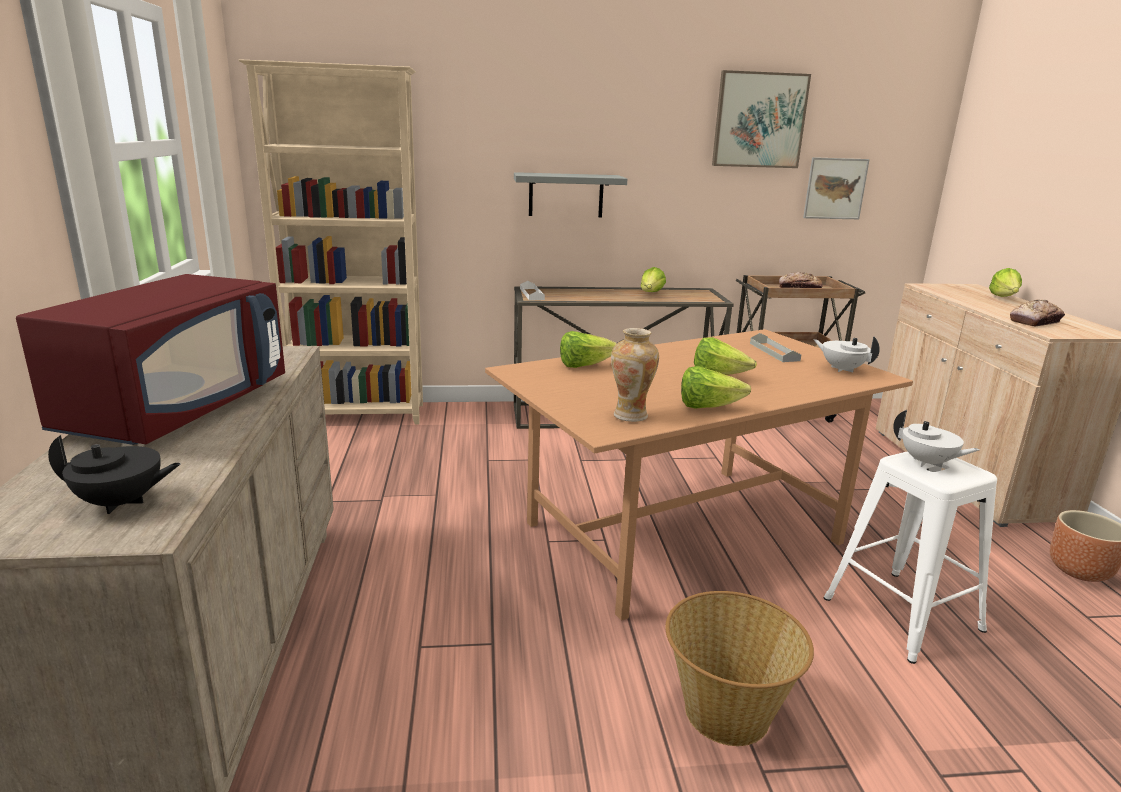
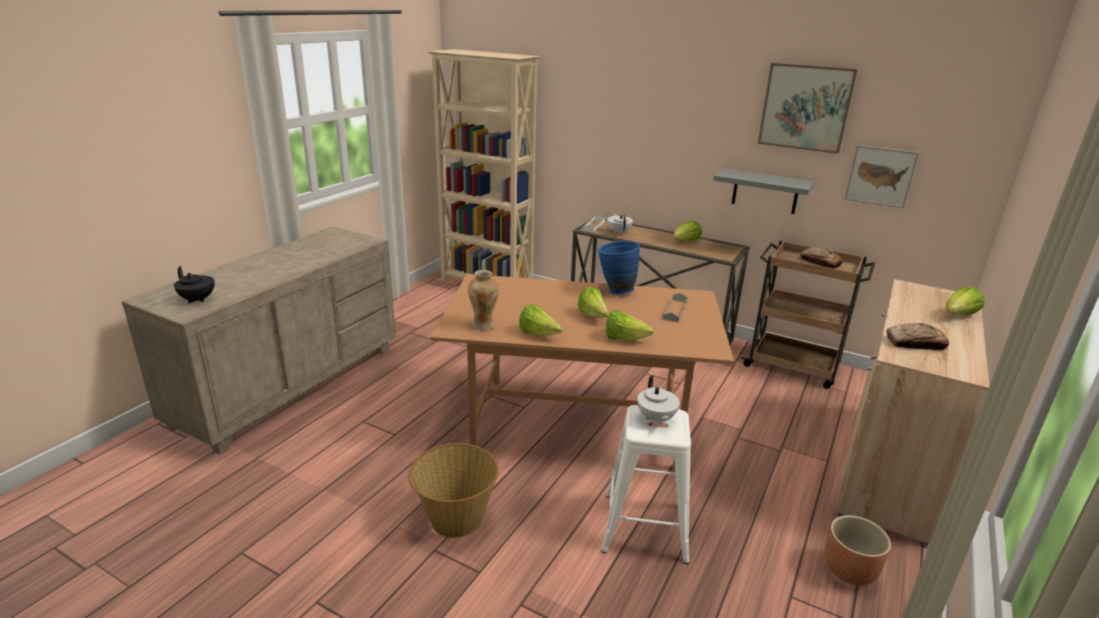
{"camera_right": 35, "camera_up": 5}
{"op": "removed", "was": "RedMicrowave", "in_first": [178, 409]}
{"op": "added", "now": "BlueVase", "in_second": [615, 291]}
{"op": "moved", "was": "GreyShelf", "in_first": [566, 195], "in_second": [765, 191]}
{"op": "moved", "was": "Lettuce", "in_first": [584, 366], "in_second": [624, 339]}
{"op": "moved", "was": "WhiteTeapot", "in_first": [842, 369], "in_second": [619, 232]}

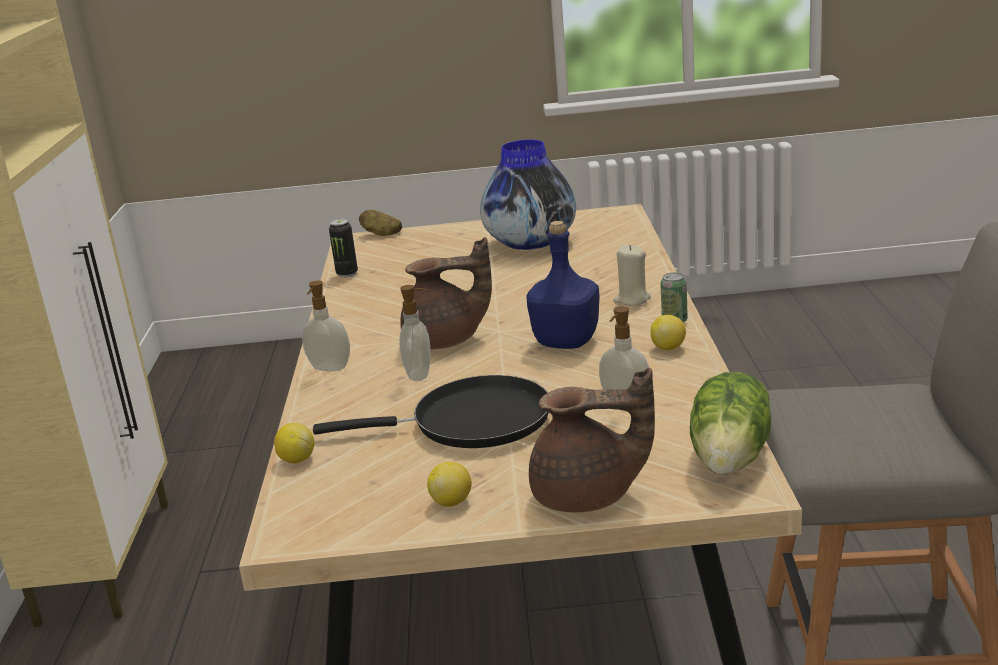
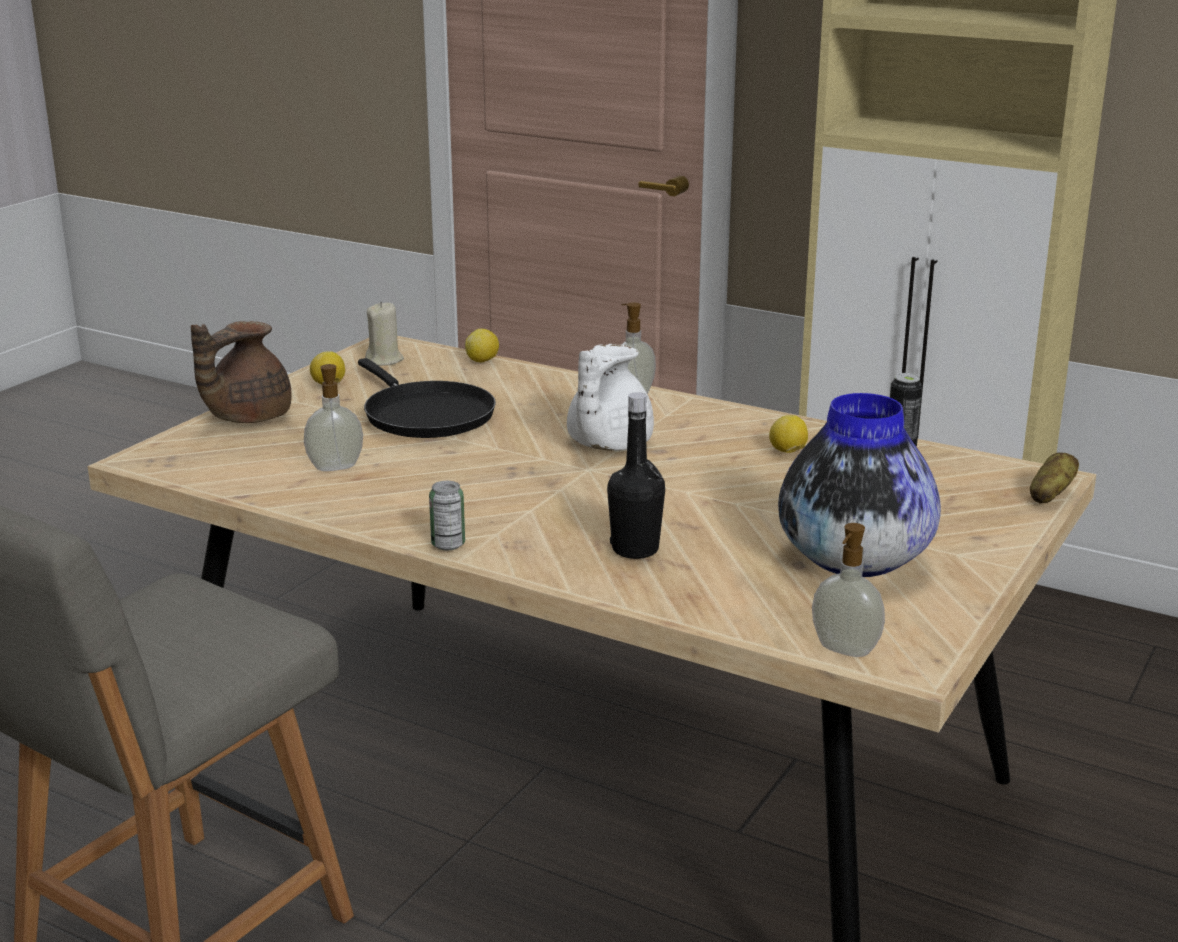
{"camera_right": 120, "camera_up": 0}
{"op": "removed", "was": "BlueBottle", "in_first": [566, 341]}
{"op": "removed", "was": "Lettuce", "in_first": [732, 458]}
{"op": "added", "now": "BlackBottle", "in_second": [635, 549]}
{"op": "moved", "was": "SoapDispenser", "in_first": [420, 374], "in_second": [844, 650]}
{"op": "moved", "was": "BeigeCandle", "in_first": [632, 300], "in_second": [384, 360]}
{"op": "moved", "was": "Lemon", "in_first": [668, 347], "in_second": [788, 452]}
{"op": "recoloured", "was": "BrownTeapot", "now": "WhiteTeapot", "in_first": [446, 341], "in_second": [606, 444]}
{"op": "turned", "was": "BlackFryingPan", "in_first": [471, 422], "in_second": [425, 415], "clockwise": -60}

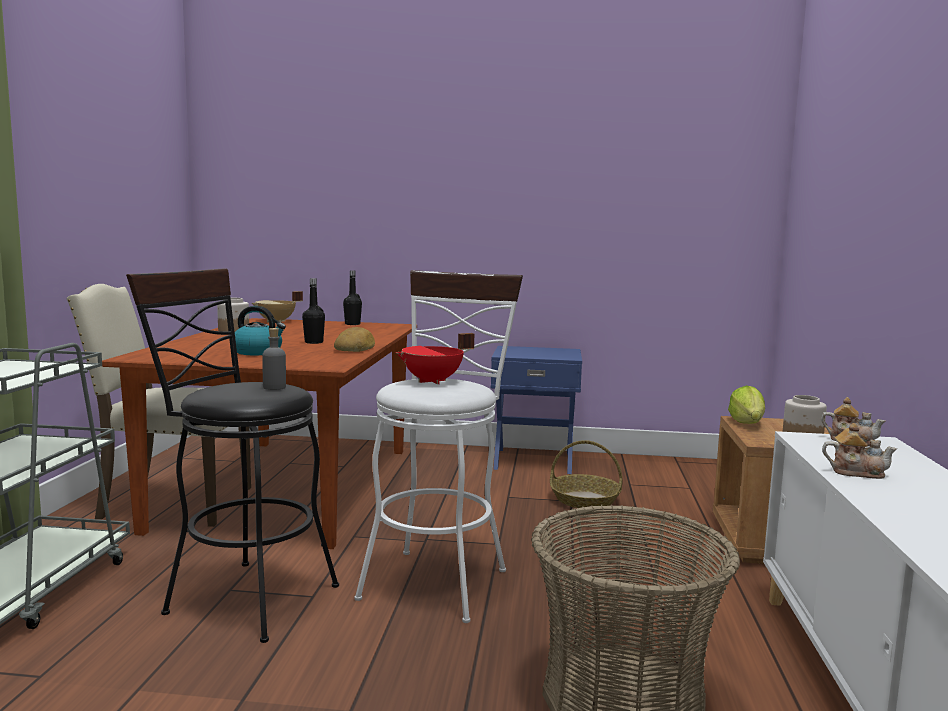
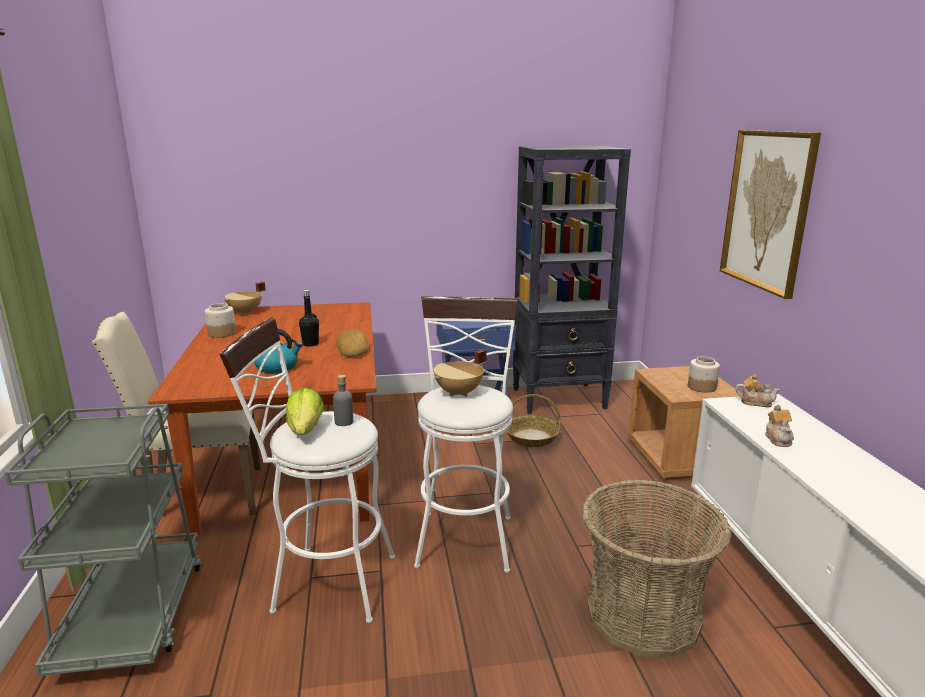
{"camera_right": -15, "camera_up": 10}
{"op": "removed", "was": "BlackBottle", "in_first": [352, 324]}
{"op": "added", "now": "BlackBookcase", "in_second": [560, 398]}
{"op": "added", "now": "Picture", "in_second": [767, 210]}
{"op": "moved", "was": "Lettuce", "in_first": [747, 423], "in_second": [305, 430]}
{"op": "recoloured", "was": "BlackStool", "now": "WhiteStool", "in_first": [241, 596], "in_second": [324, 582]}
{"op": "recoloured", "was": "RedCookingPot", "now": "BeigeCookingPot", "in_first": [433, 381], "in_second": [459, 393]}
{"op": "turned", "was": "Teapot", "in_first": [856, 472], "in_second": [778, 439], "clockwise": 90}

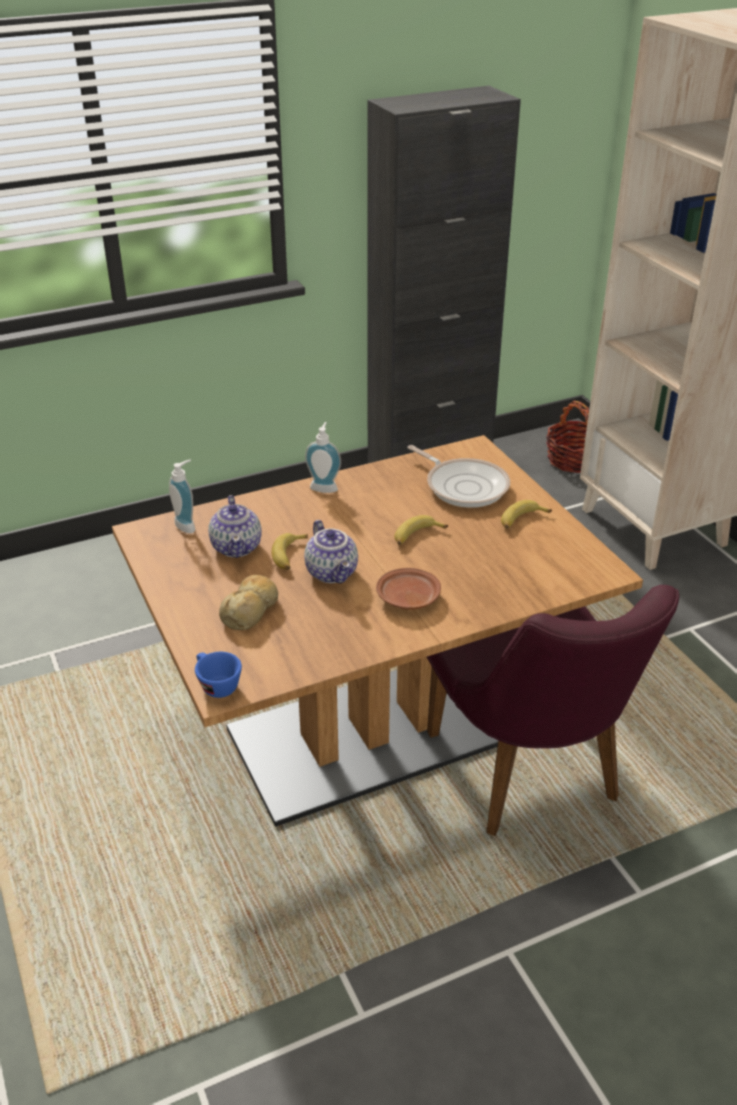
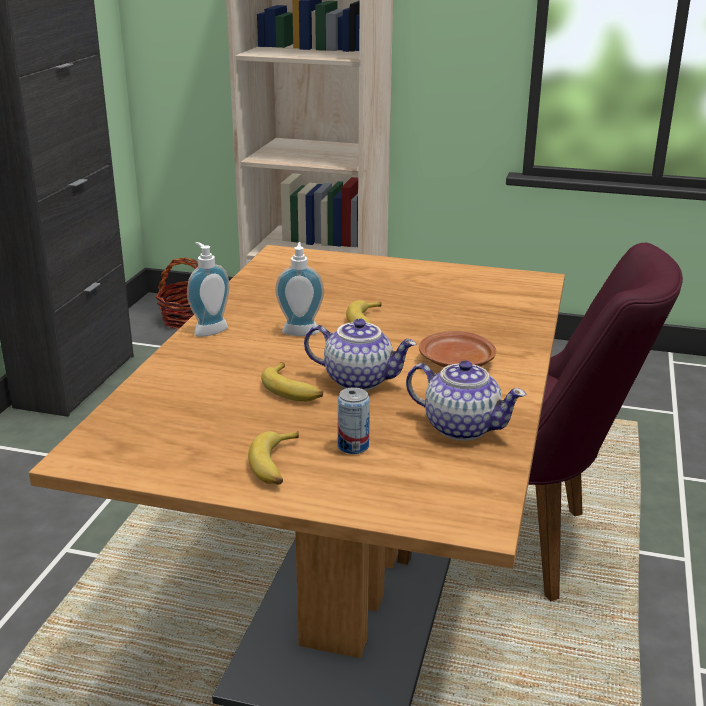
{"camera_right": -50, "camera_up": -10}
{"op": "removed", "was": "BlueCup", "in_first": [216, 685]}
{"op": "removed", "was": "FryingPan", "in_first": [464, 486]}
{"op": "moved", "was": "SoapDispenser", "in_first": [188, 525], "in_second": [300, 330]}
{"op": "moved", "was": "Teapot", "in_first": [237, 547], "in_second": [461, 427]}
{"op": "moved", "was": "Banana", "in_first": [521, 520], "in_second": [276, 465]}
{"op": "replaced", "was": "Bread", "now": "Can", "in_first": [251, 610], "in_second": [353, 446]}

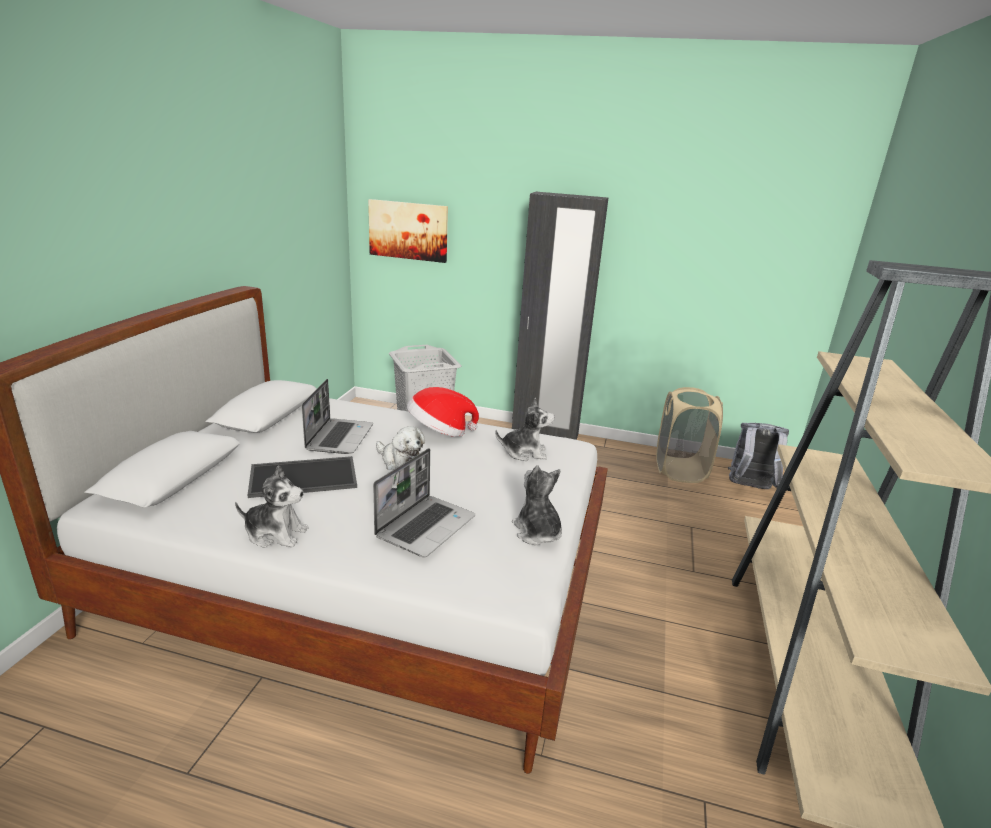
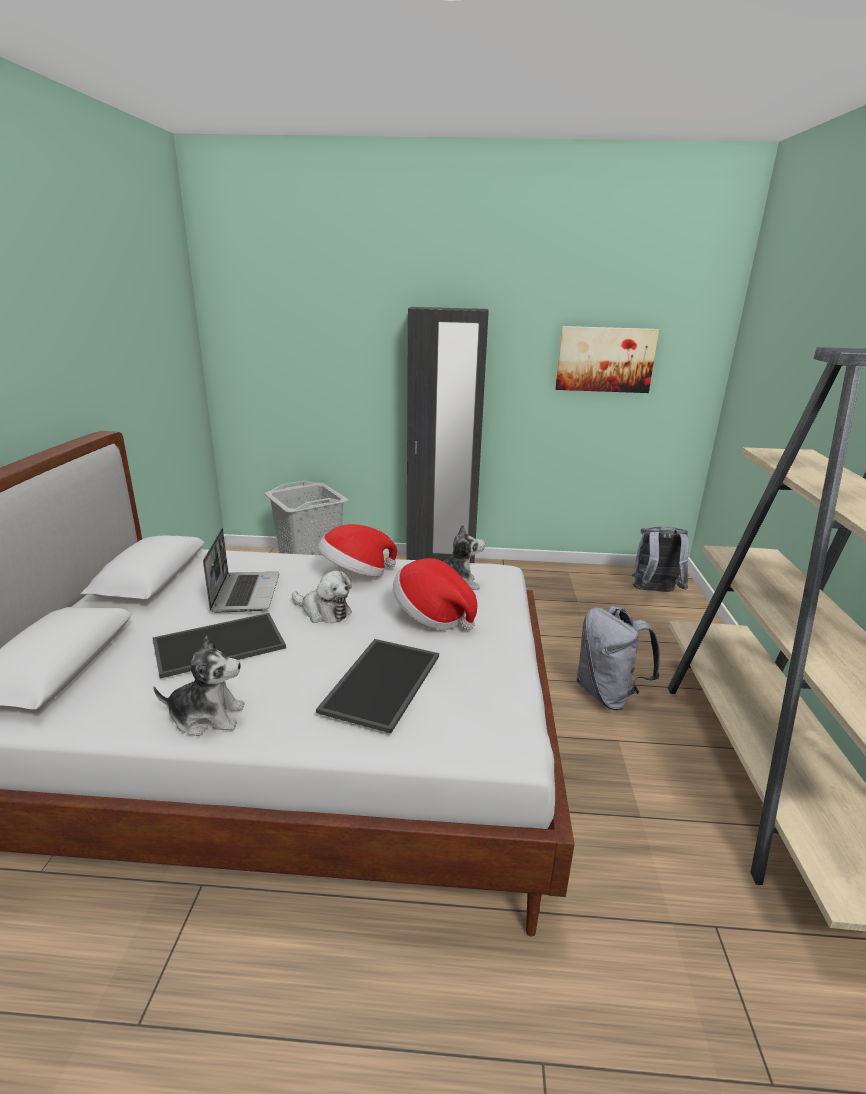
{"camera_right": -10, "camera_up": 0}
{"op": "removed", "was": "PlushToy", "in_first": [537, 532]}
{"op": "removed", "was": "BeigeLaundryBasket", "in_first": [680, 470]}
{"op": "added", "now": "Hat", "in_second": [432, 616]}
{"op": "added", "now": "GreyBackpack", "in_second": [608, 694]}
{"op": "moved", "was": "Picture", "in_first": [408, 230], "in_second": [605, 359]}
{"op": "replaced", "was": "Laptop", "now": "Tray", "in_first": [426, 526], "in_second": [380, 681]}

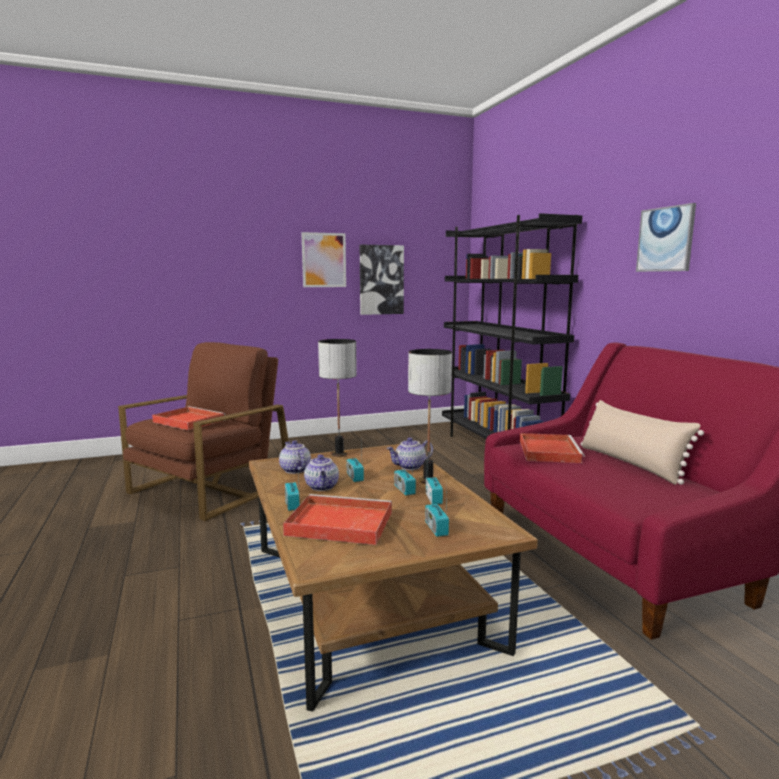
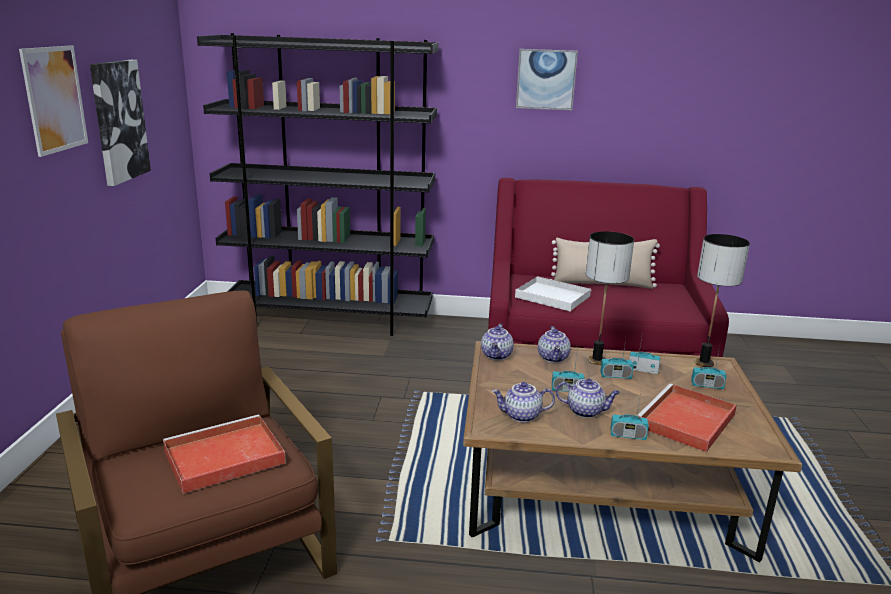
{"camera_right": -65, "camera_up": 10}
{"op": "added", "now": "Teapot", "in_second": [497, 355]}
{"op": "moved", "was": "TableLamp", "in_first": [339, 454], "in_second": [704, 363]}
{"op": "recoloured", "was": "RedTray", "now": "WhiteTray", "in_first": [548, 451], "in_second": [551, 296]}

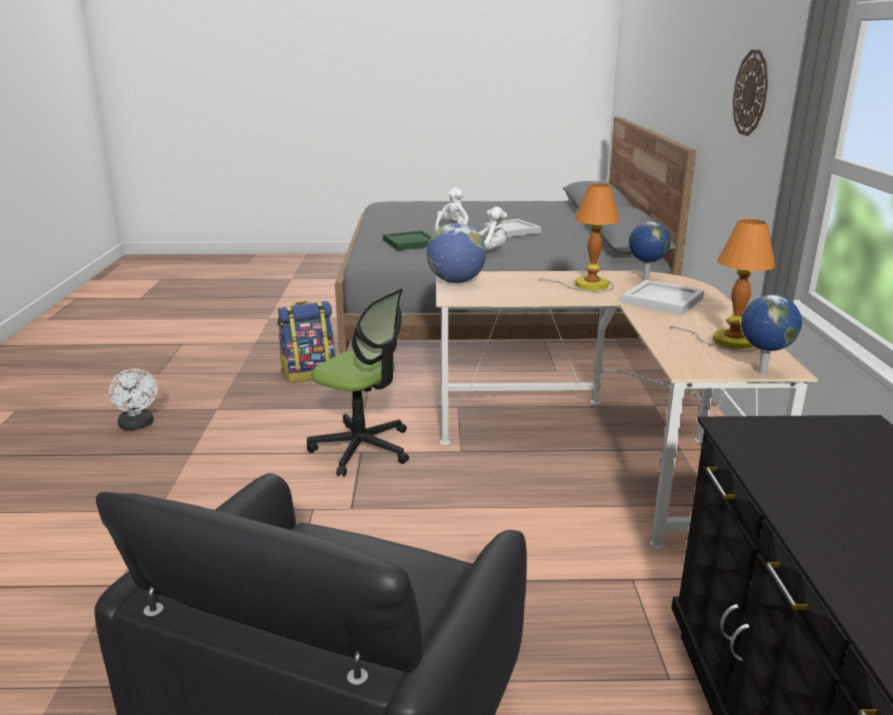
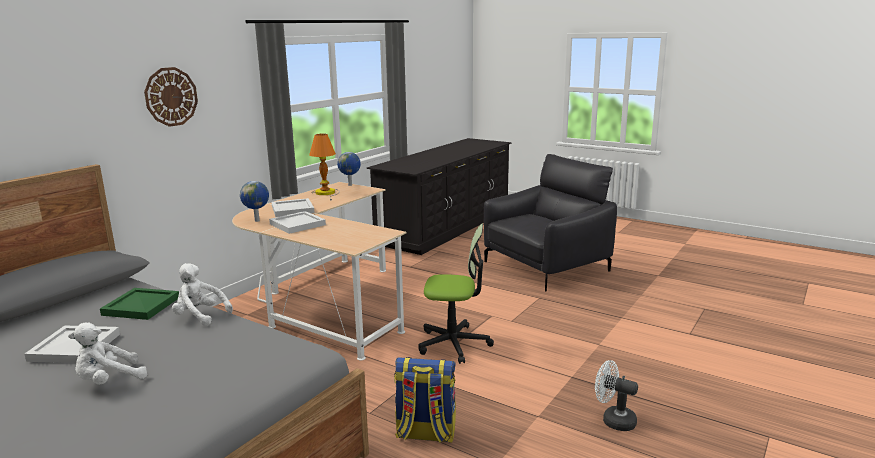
{"camera_right": -145, "camera_up": -5}
{"op": "removed", "was": "Globe", "in_first": [456, 282]}
{"op": "moved", "was": "GreenTray", "in_first": [410, 242], "in_second": [140, 306]}
{"op": "replaced", "was": "TableLamp", "now": "WhiteTray", "in_first": [587, 285], "in_second": [297, 224]}
{"op": "turned", "was": "WhiteFan", "in_first": [138, 425], "in_second": [613, 420], "clockwise": -60}
{"op": "turned", "was": "OfficeChair", "in_first": [362, 448], "in_second": [454, 344], "clockwise": 120}

